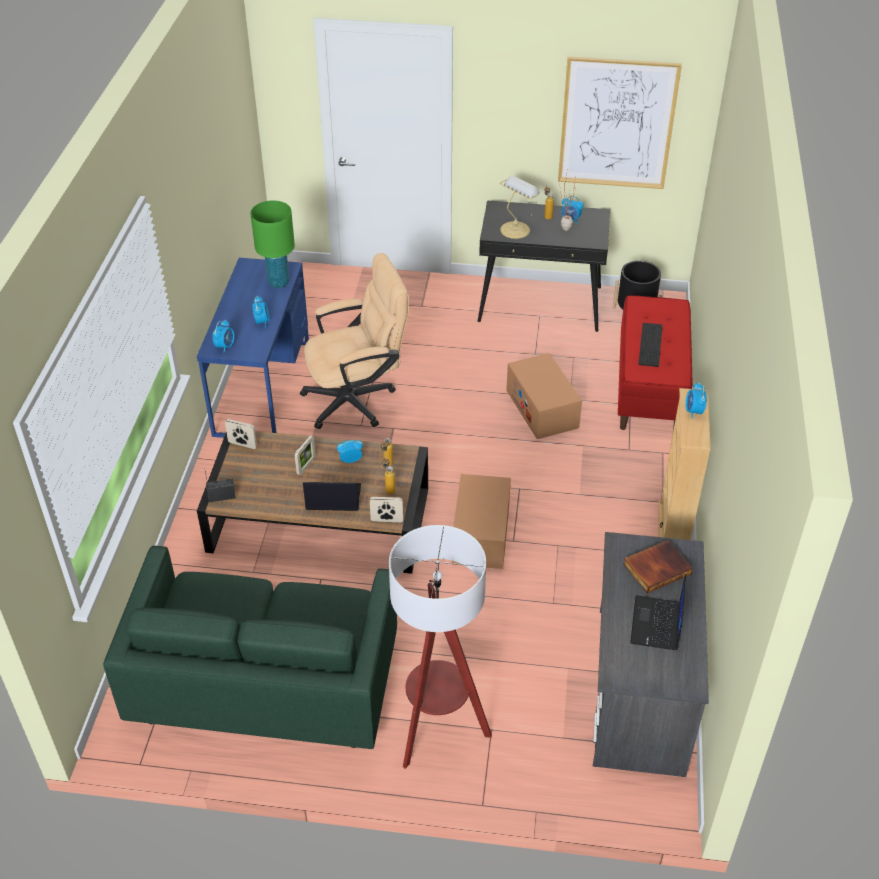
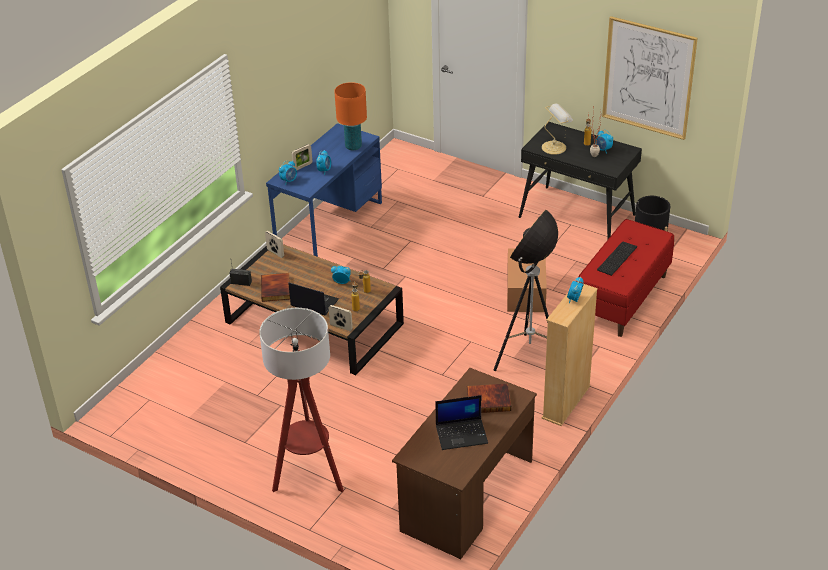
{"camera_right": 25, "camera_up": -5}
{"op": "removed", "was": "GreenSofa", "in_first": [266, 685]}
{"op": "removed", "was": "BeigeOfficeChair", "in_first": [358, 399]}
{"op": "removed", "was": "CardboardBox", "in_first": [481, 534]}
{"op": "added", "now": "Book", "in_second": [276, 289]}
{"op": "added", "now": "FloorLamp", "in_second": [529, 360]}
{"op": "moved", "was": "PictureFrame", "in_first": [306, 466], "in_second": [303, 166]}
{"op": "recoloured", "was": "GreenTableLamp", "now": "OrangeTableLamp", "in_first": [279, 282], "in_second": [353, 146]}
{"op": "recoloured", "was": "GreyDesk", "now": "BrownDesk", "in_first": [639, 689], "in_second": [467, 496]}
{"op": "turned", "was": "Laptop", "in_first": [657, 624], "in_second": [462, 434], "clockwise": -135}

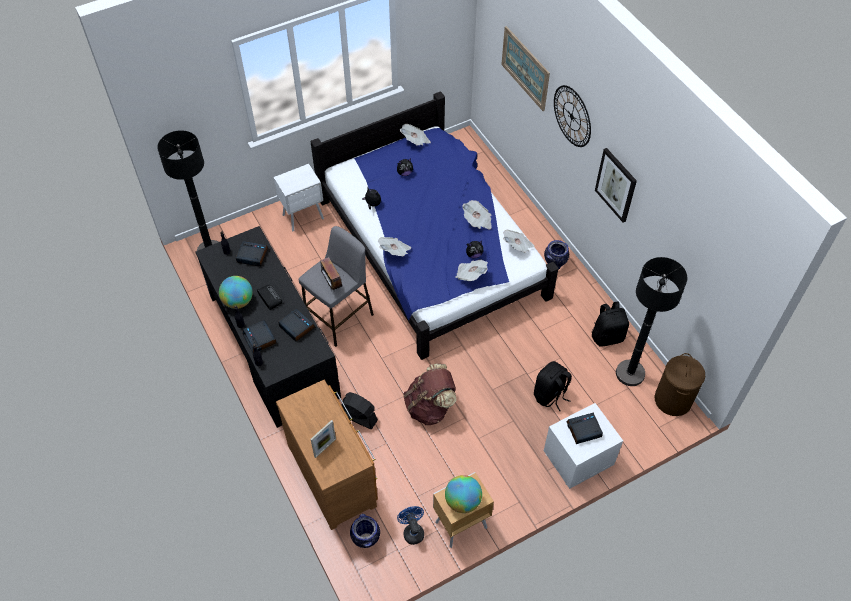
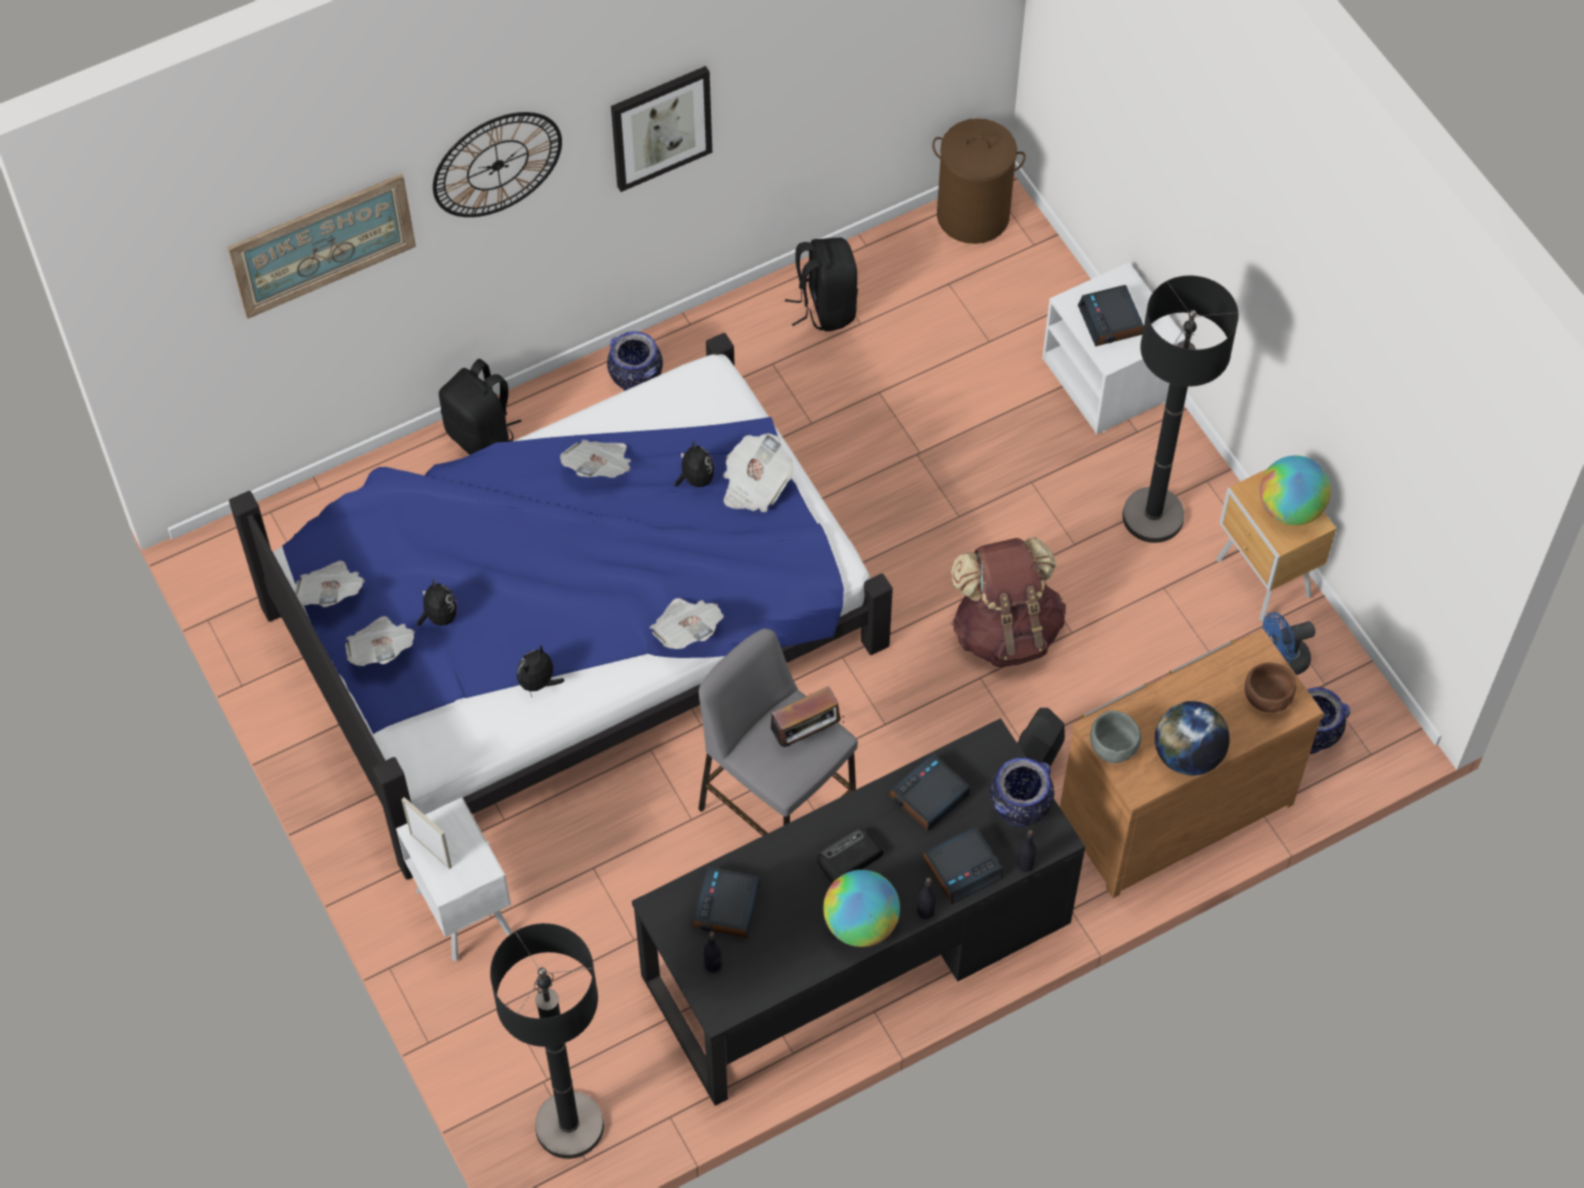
{"camera_right": -90, "camera_up": 5}
{"op": "added", "now": "Vase", "in_second": [1018, 814]}
{"op": "added", "now": "GreyBowl", "in_second": [1111, 748]}
{"op": "added", "now": "Globe", "in_second": [1187, 755]}
{"op": "added", "now": "BrownBowl", "in_second": [1266, 699]}
{"op": "moved", "was": "PictureFrame", "in_first": [325, 448], "in_second": [431, 850]}
{"op": "moved", "was": "Newspaper", "in_first": [518, 246], "in_second": [381, 650]}
{"op": "moved", "was": "BlackBackpack", "in_first": [550, 395], "in_second": [482, 436]}
{"op": "moved", "was": "BlackFloorLamp", "in_first": [630, 373], "in_second": [1153, 516]}

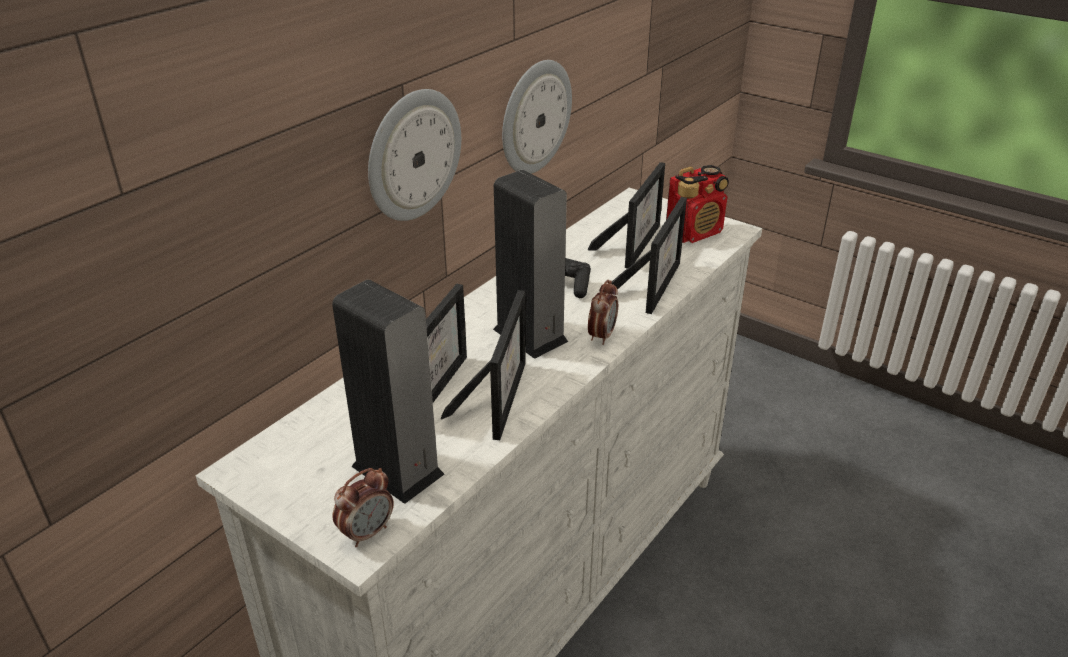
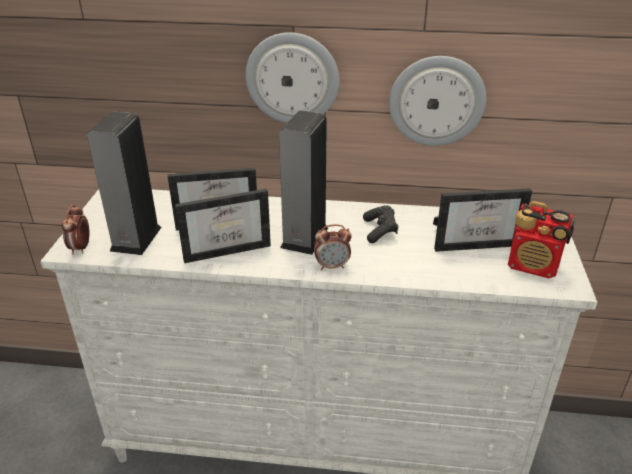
{"camera_right": 60, "camera_up": 0}
{"op": "removed", "was": "PictureFrame", "in_first": [653, 284]}
{"op": "turned", "was": "AlarmClock", "in_first": [367, 532], "in_second": [80, 248], "clockwise": 75}

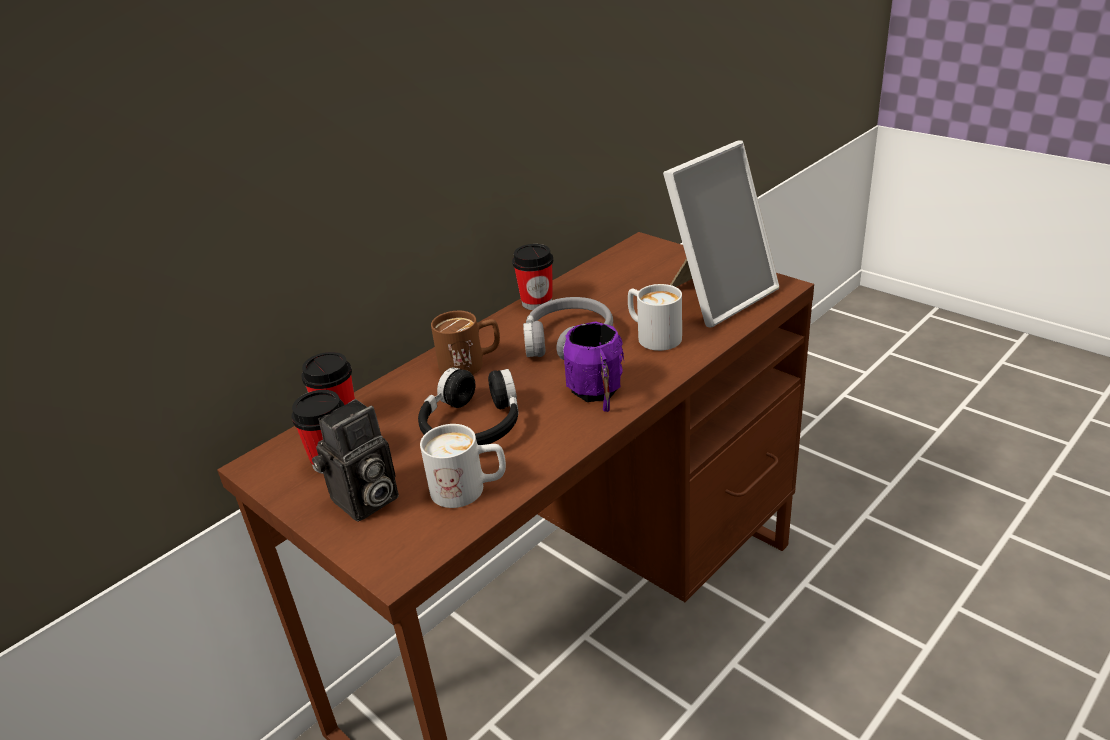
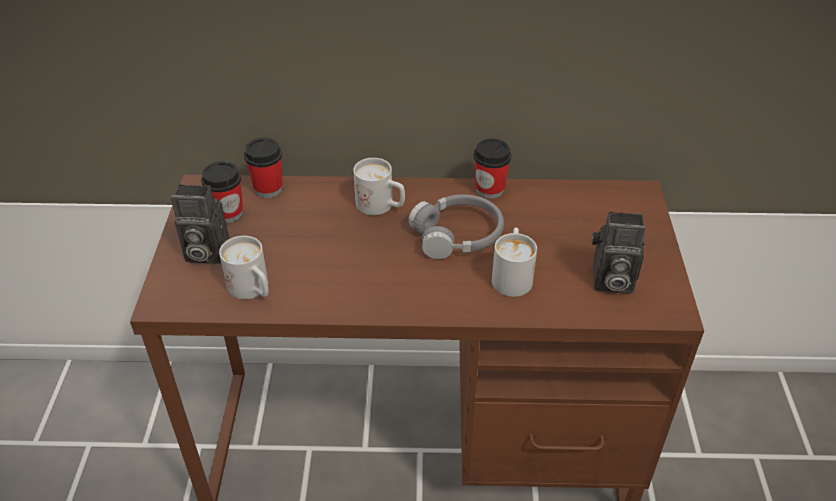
{"camera_right": 45, "camera_up": 10}
{"op": "removed", "was": "BlackHeadphones", "in_first": [473, 425]}
{"op": "removed", "was": "PurpleMug", "in_first": [597, 394]}
{"op": "replaced", "was": "PictureFrame", "now": "PhotoCamera", "in_first": [717, 297], "in_second": [610, 281]}
{"op": "recoloured", "was": "BrownMug", "now": "WhiteMug", "in_first": [471, 364], "in_second": [381, 206]}

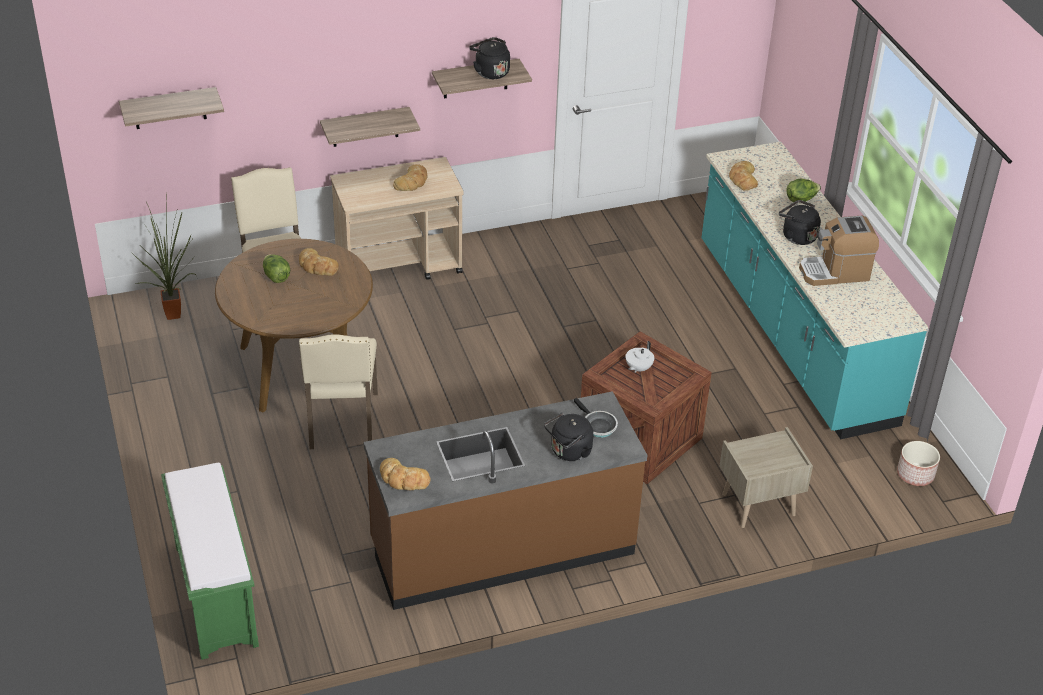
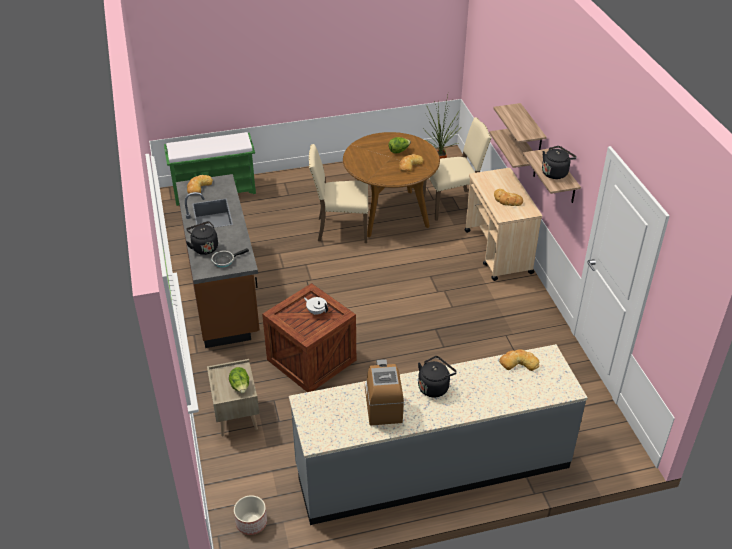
{"camera_right": 95, "camera_up": 0}
{"op": "moved", "was": "Shelf", "in_first": [169, 108], "in_second": [532, 129]}
{"op": "moved", "was": "Lettuce", "in_first": [801, 199], "in_second": [240, 387]}
{"op": "recoloured", "was": "TurquoiseCounter", "now": "GreyCounter", "in_first": [792, 332], "in_second": [432, 467]}

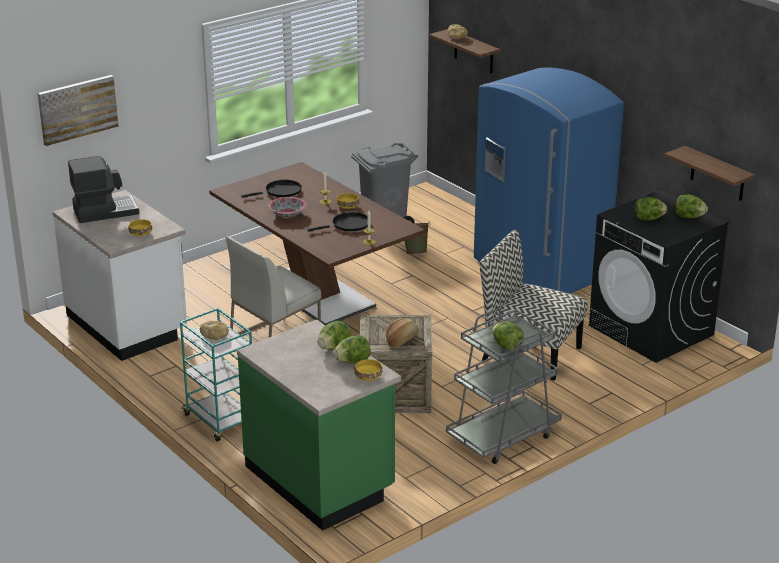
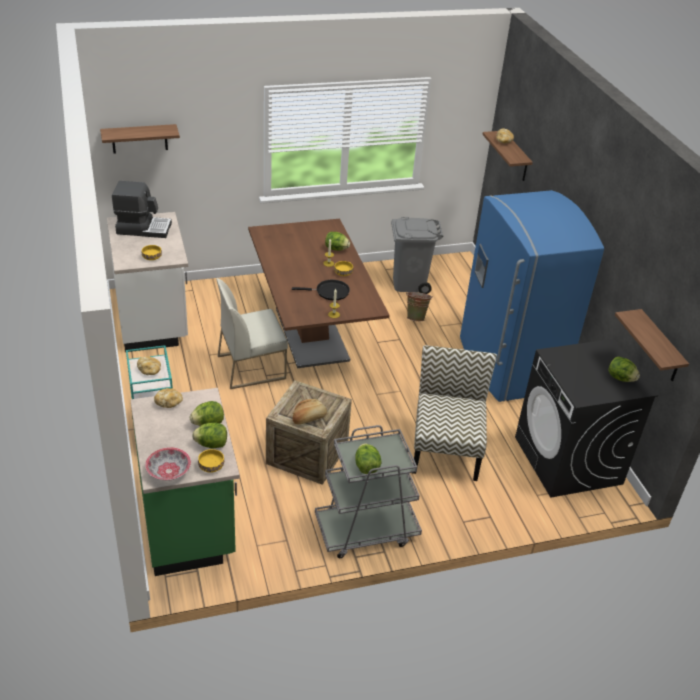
{"camera_right": 20, "camera_up": 10}
{"op": "removed", "was": "BlackFryingPan", "in_first": [280, 191]}
{"op": "added", "now": "Bread", "in_second": [168, 403]}
{"op": "moved", "was": "Bowl", "in_first": [287, 214], "in_second": [168, 471]}
{"op": "moved", "was": "Lettuce", "in_first": [648, 219], "in_second": [336, 249]}
{"op": "replaced", "was": "Picture", "now": "Shelf", "in_first": [77, 109], "in_second": [139, 138]}
{"op": "turned", "was": "Chair", "in_first": [529, 353], "in_second": [445, 450], "clockwise": 45}

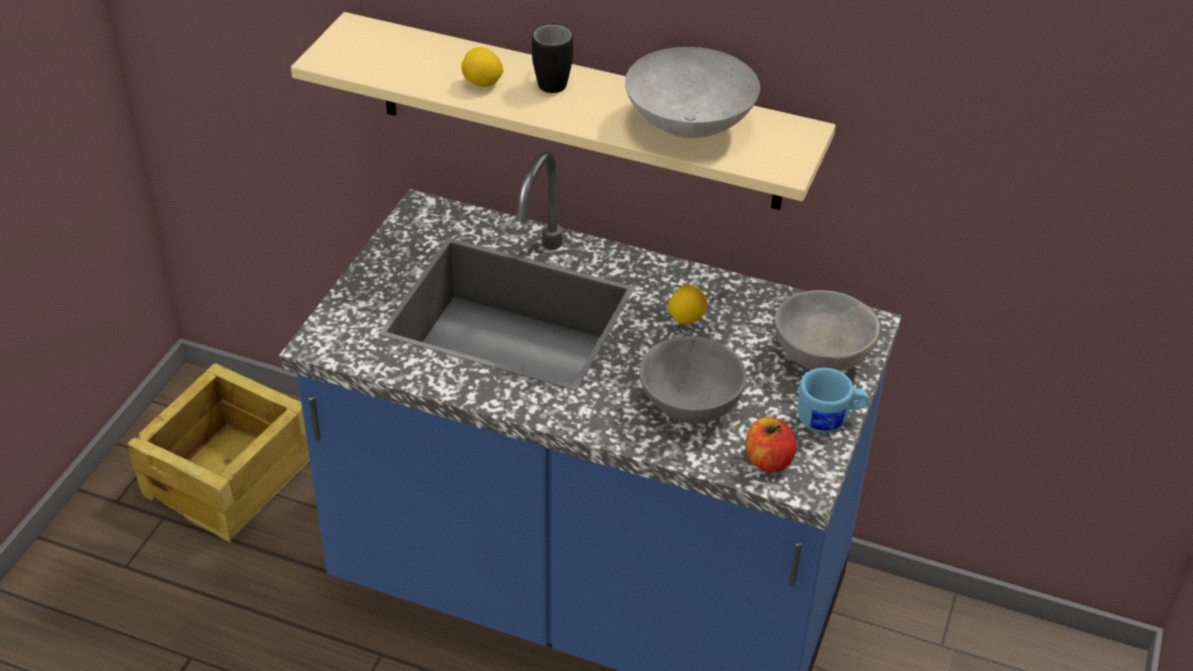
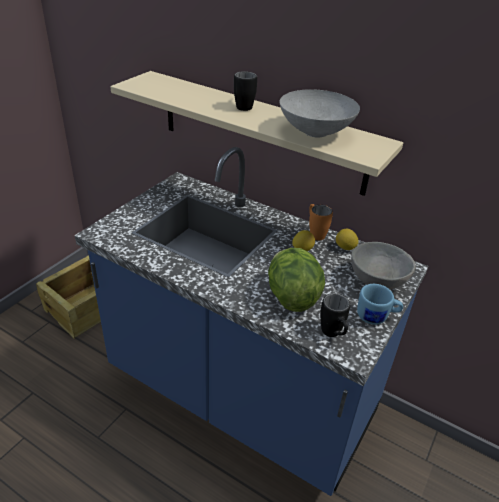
{"camera_right": 10, "camera_up": -5}
{"op": "added", "now": "OrangeMug", "in_second": [315, 233]}
{"op": "moved", "was": "Lemon", "in_first": [482, 84], "in_second": [345, 248]}
{"op": "replaced", "was": "GreyBowl", "now": "Lettuce", "in_first": [688, 407], "in_second": [291, 296]}
{"op": "replaced", "was": "Apple", "now": "BlackMug", "in_first": [768, 460], "in_second": [333, 335]}

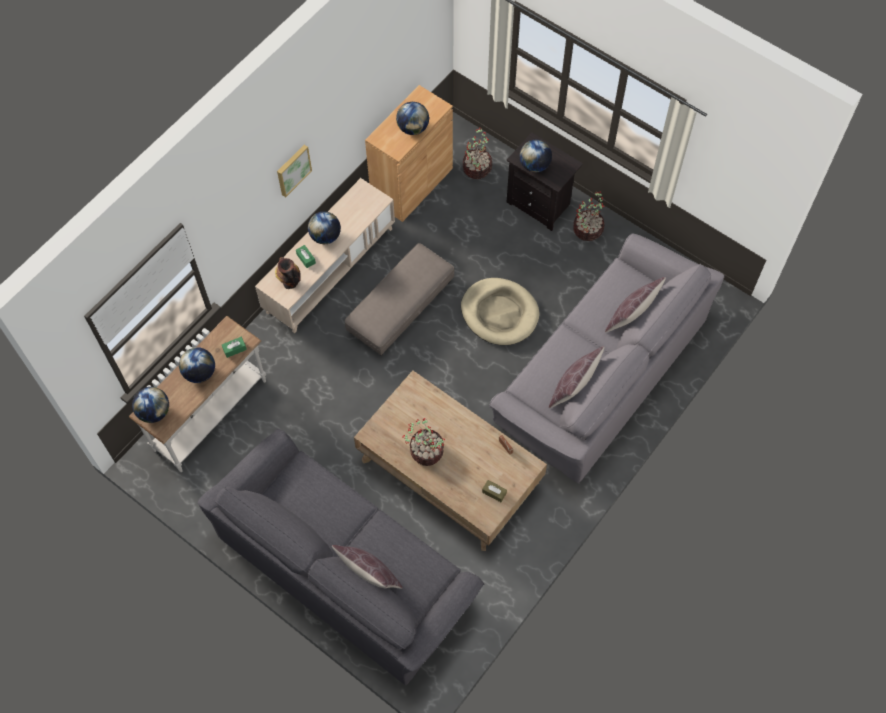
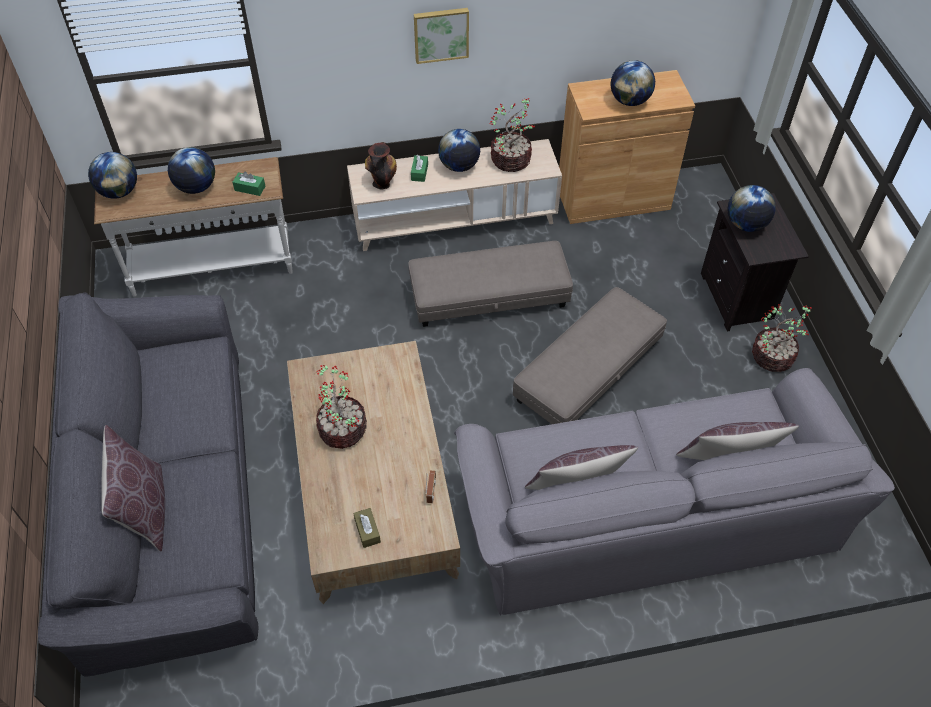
{"camera_right": 40, "camera_up": -10}
{"op": "moved", "was": "PottedPlant", "in_first": [477, 168], "in_second": [511, 160]}
{"op": "replaced", "was": "BeigeDogBed", "now": "GreyOttoman", "in_first": [499, 313], "in_second": [588, 371]}

